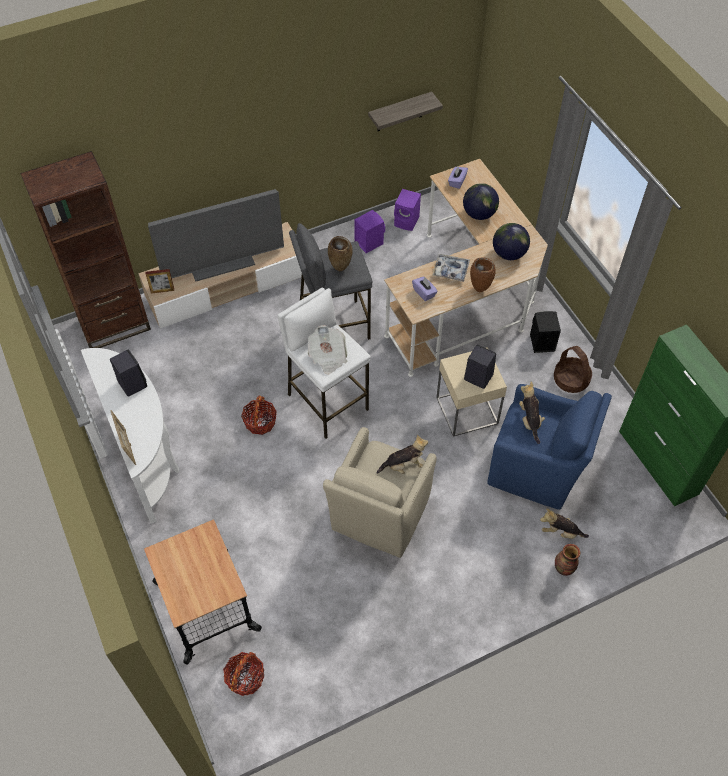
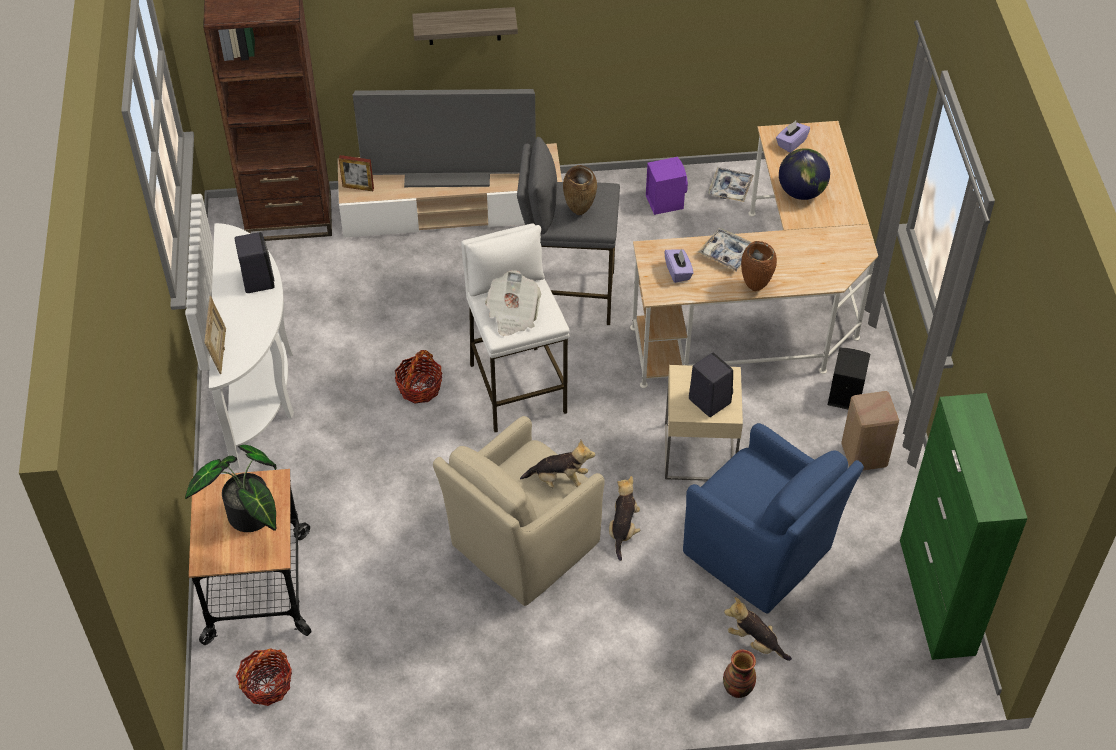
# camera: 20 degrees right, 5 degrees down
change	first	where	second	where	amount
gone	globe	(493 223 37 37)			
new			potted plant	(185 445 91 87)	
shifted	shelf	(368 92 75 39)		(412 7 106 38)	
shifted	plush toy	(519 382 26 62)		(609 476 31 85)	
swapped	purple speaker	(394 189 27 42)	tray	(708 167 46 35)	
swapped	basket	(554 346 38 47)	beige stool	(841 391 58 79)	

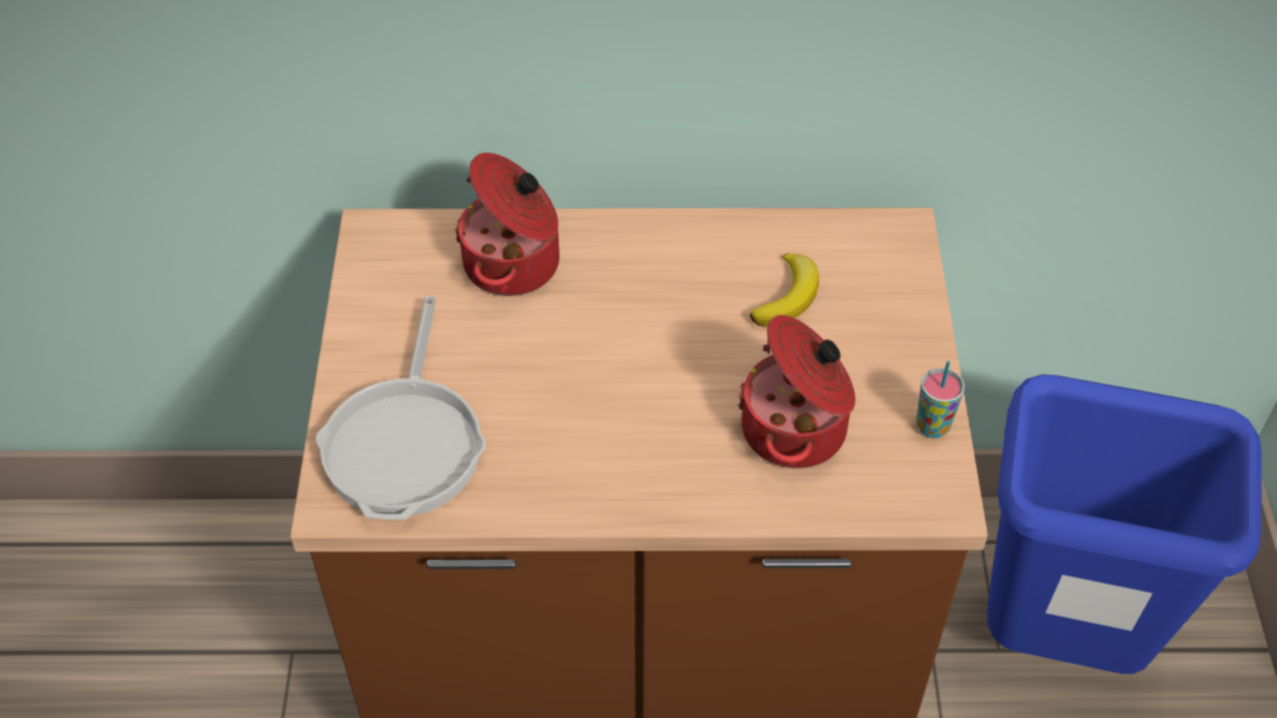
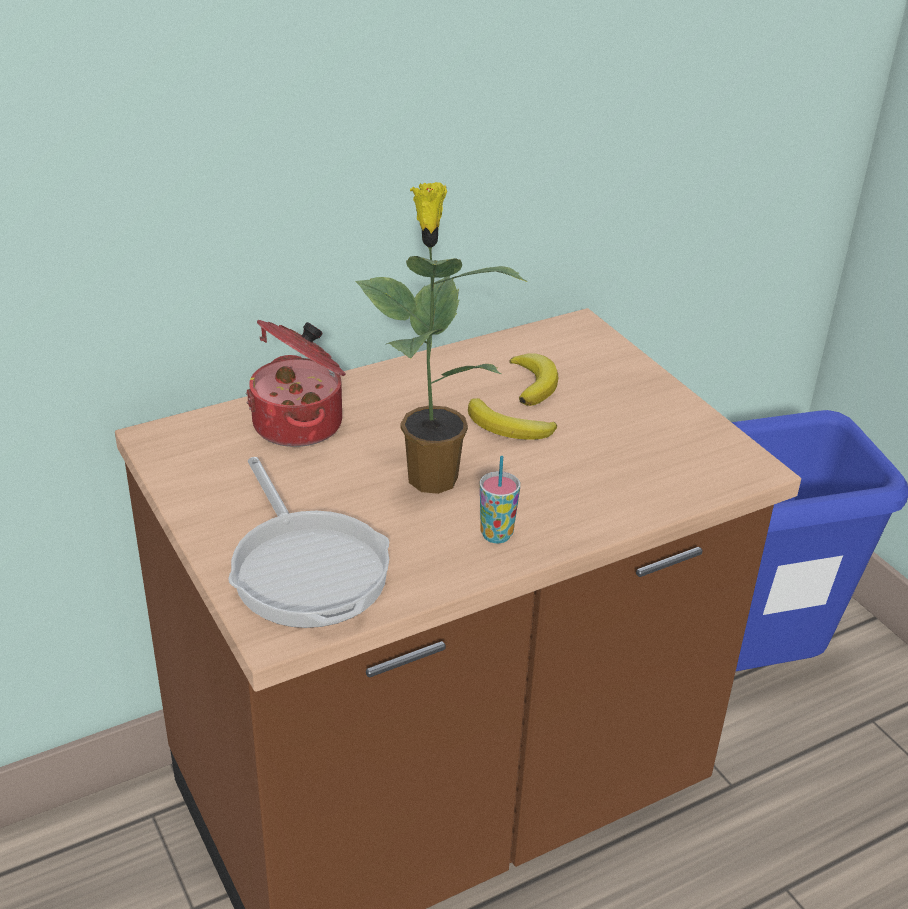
# camera: 30 degrees left, 15 degrees down
change	first	where	second	where	amount
gone	cooking pot	(738 315 117 153)			
new			potted plant	(355 182 173 312)	
new			banana	(468 398 89 42)	
shifted	cup	(916 361 49 77)		(480 456 40 87)	

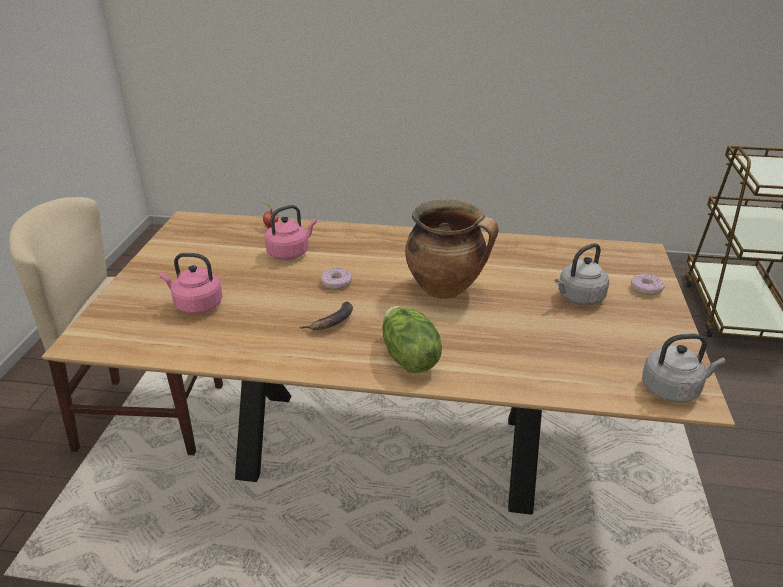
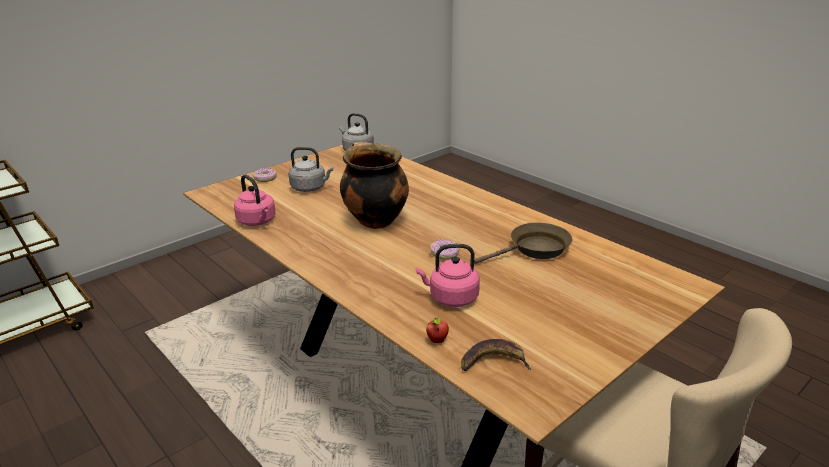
# camera: 140 degrees left, 5 degrees down
change	first	where	second	where	amount
gone	lettuce	(382 306 60 67)			
new			brown frying pan	(474 223 99 41)	
shifted	pink kettle	(159 253 64 61)		(234 175 42 51)	
shifted	banana	(299 302 54 28)		(461 339 71 32)	

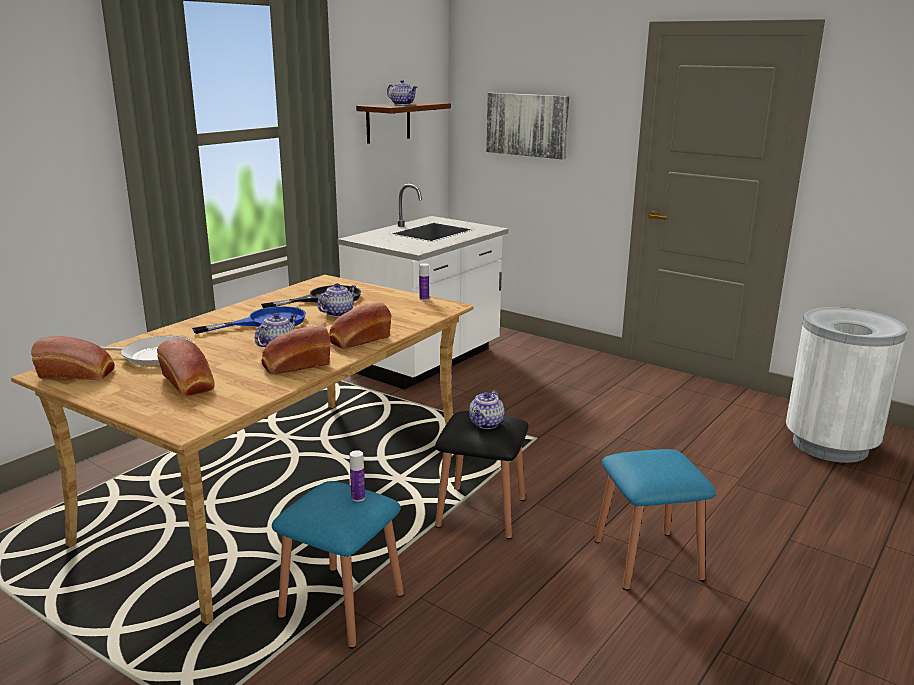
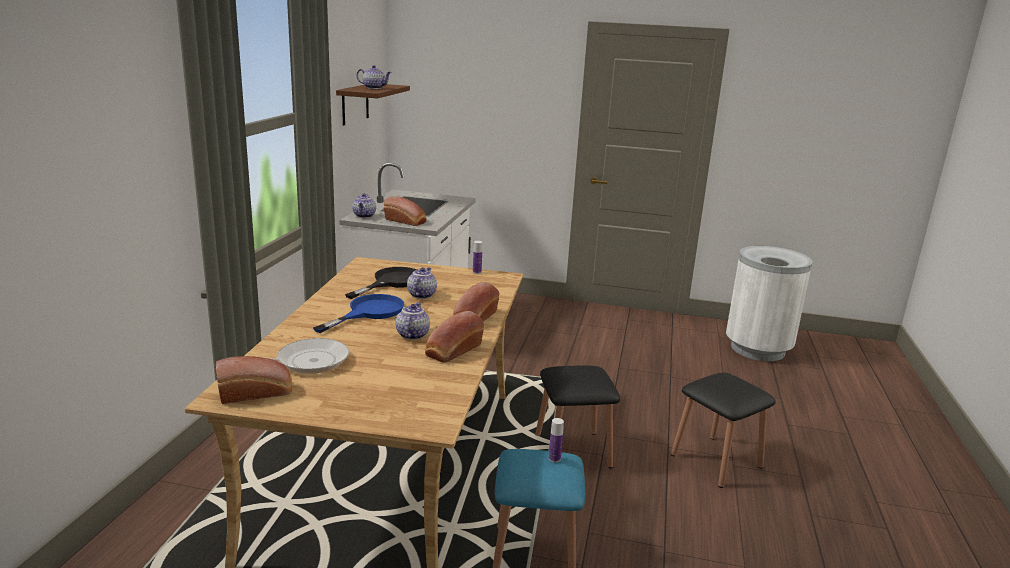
# camera: 25 degrees left, 0 degrees up
change	first	where	second	where	amount
gone	picture	(486 93 83 66)			
shifted	bread	(157 338 58 58)		(384 196 43 30)	
shifted	teapot	(469 390 35 39)		(352 193 24 25)	
repainted	blue stool	(595 449 121 142)	black stool	(671 372 105 116)	

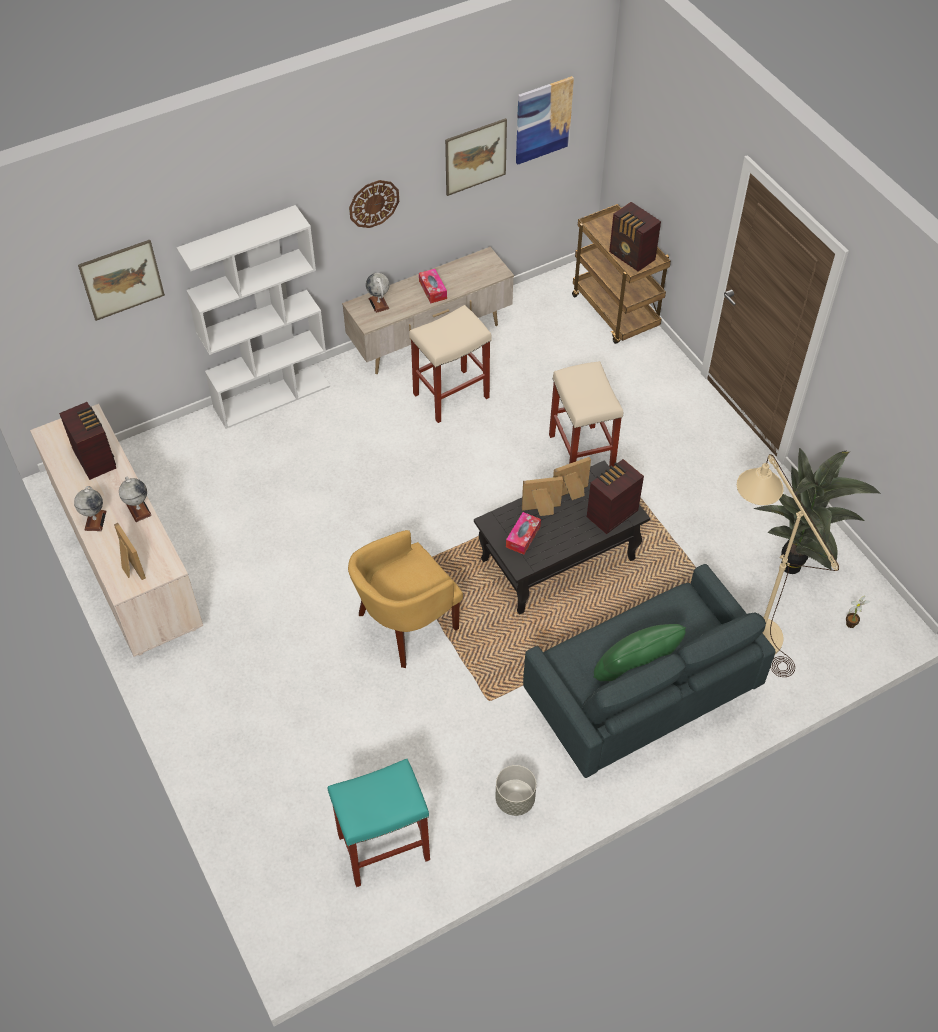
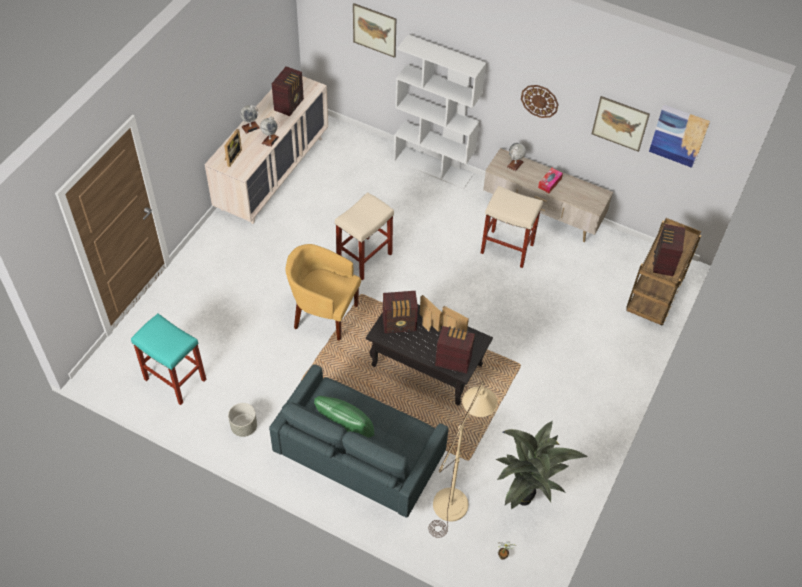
# camera: 55 degrees right, 0 degrees up
change	first	where	second	where	amount
shifted	beige stool	(549 361 74 106)		(335 192 59 88)	
swapped	tissue box	(506 512 35 43)	radio	(383 291 35 42)	

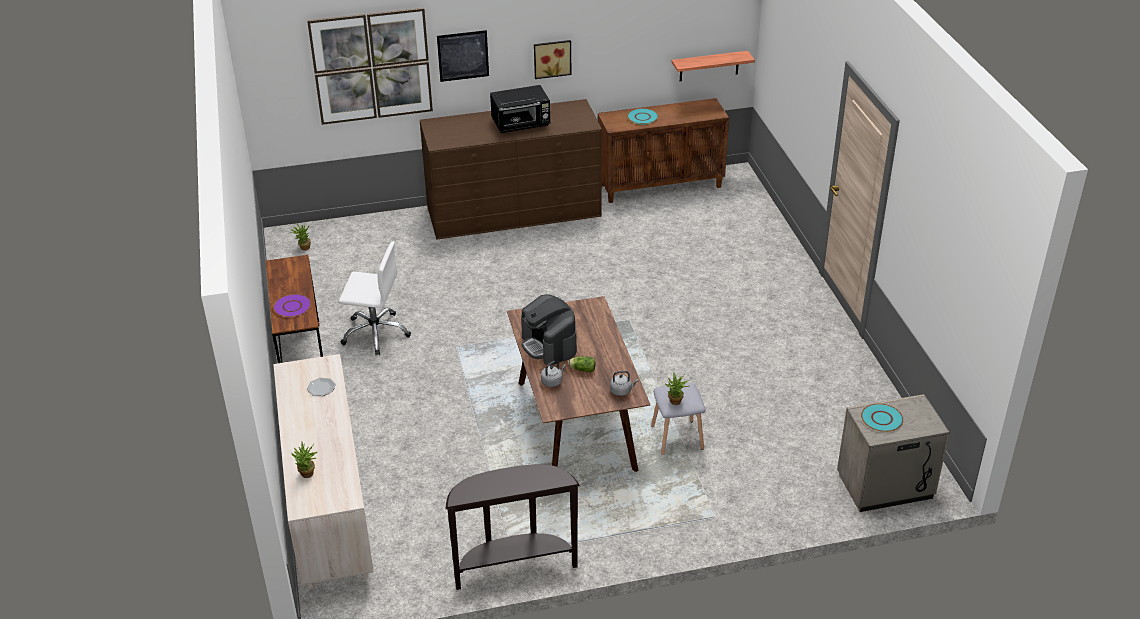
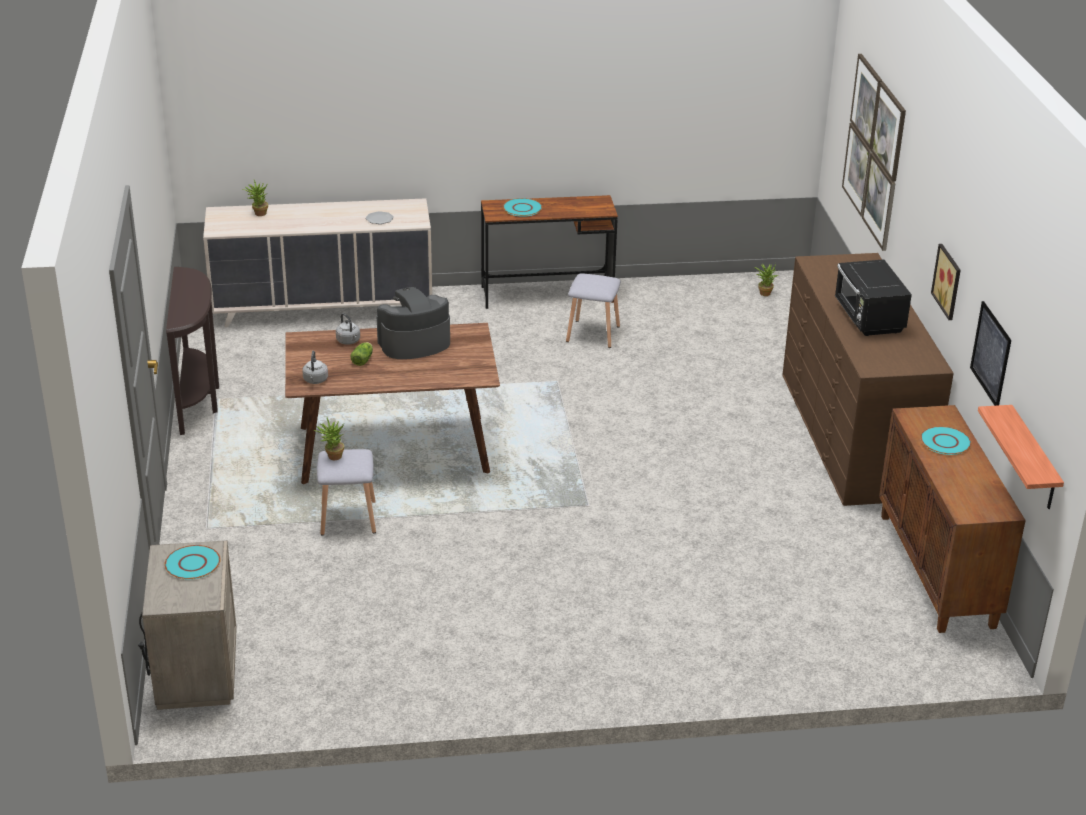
# camera: 95 degrees right, 5 degrees down
change	first	where	second	where	amount
shifted	picture	(437 30 52 52)		(970 301 41 105)	
swapped	white office chair	(339 241 72 115)	grey stool	(566 273 55 75)	
repainted	purple plate	(273 294 38 23)	turquoise plate	(503 198 39 19)	

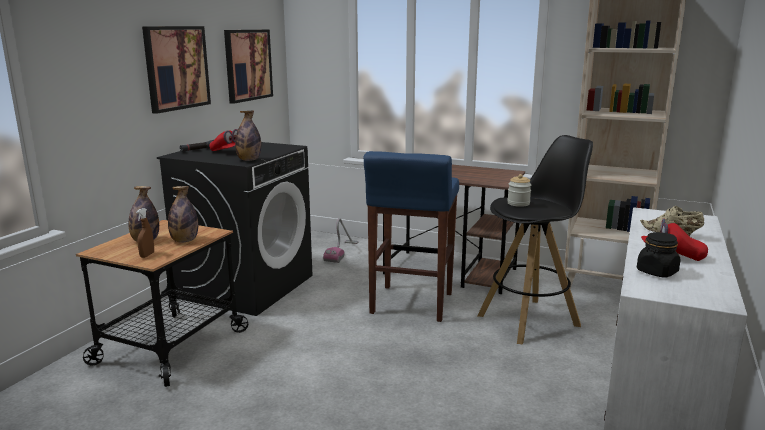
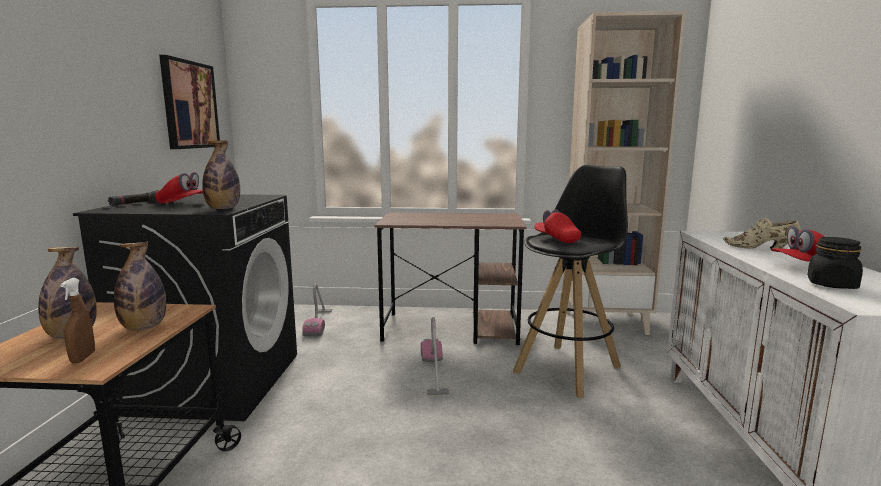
# camera: 20 degrees left, 5 degrees down
change	first	where	second	where	amount
gone	picture	(142 26 69 88)			
swapped	blue stool	(364 151 95 171)	vacuum cleaner	(421 317 28 79)	
swapped	jar	(507 174 24 33)	red cap	(534 209 47 34)	

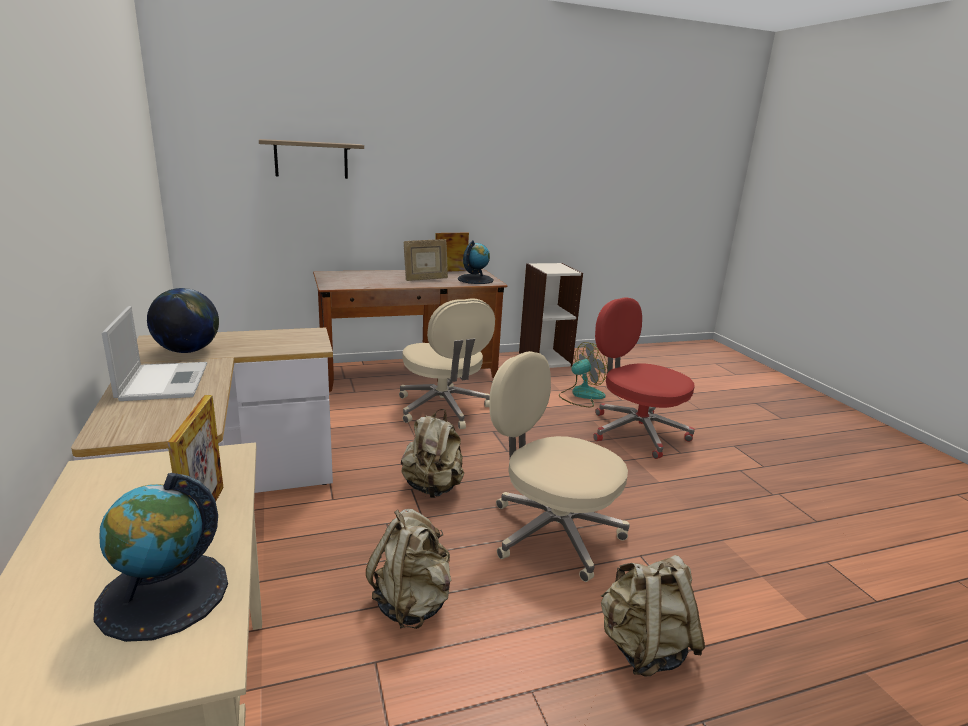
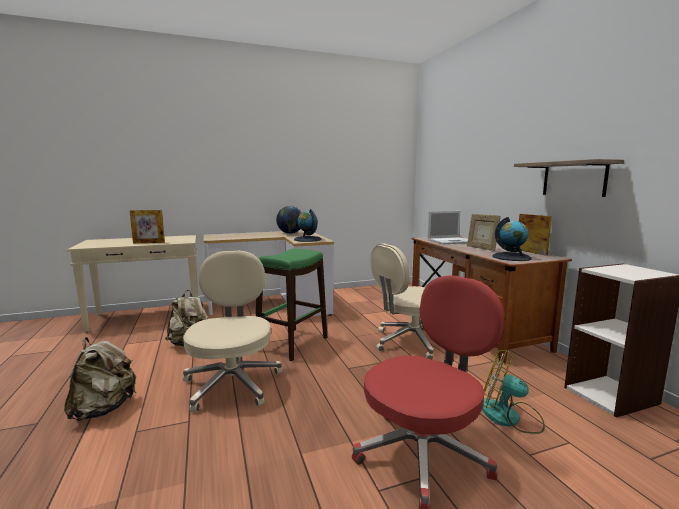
# camera: 90 degrees right, 10 degrees down
change	first	where	second	where	amount
shifted	globe	(93 473 135 169)		(294 209 28 33)	
shifted	laptop	(102 306 105 95)		(428 211 40 34)	
shifted	shelf	(259 139 105 40)		(514 159 110 38)	
swapped	beige backpack	(401 409 63 89)	green stool	(256 249 71 112)	
rotated	beige office chair	(490 351 140 231)		(183 251 99 161)	45 degrees counterclockwise
rotated	fan	(559 342 49 65)		(482 350 63 84)	150 degrees clockwise

